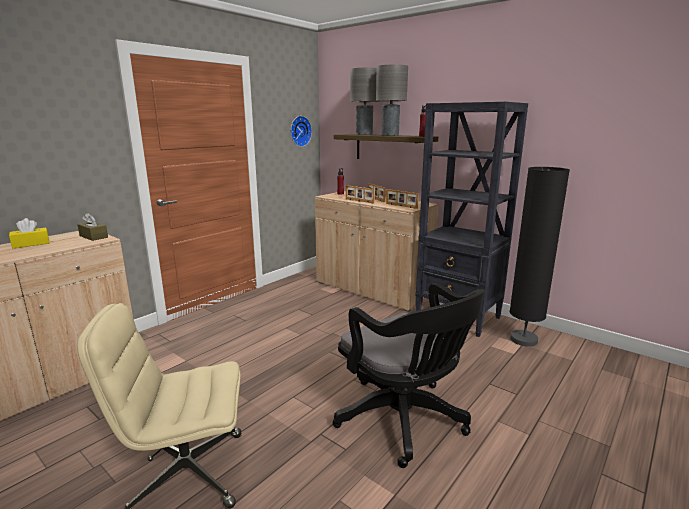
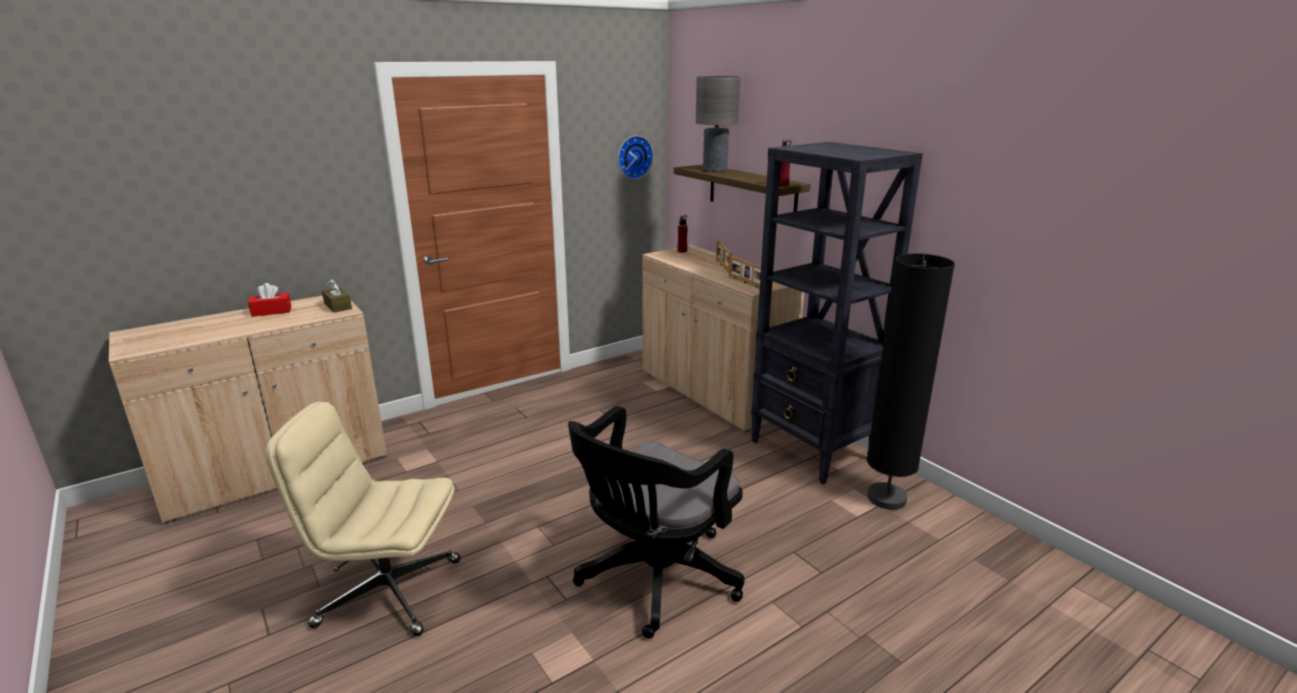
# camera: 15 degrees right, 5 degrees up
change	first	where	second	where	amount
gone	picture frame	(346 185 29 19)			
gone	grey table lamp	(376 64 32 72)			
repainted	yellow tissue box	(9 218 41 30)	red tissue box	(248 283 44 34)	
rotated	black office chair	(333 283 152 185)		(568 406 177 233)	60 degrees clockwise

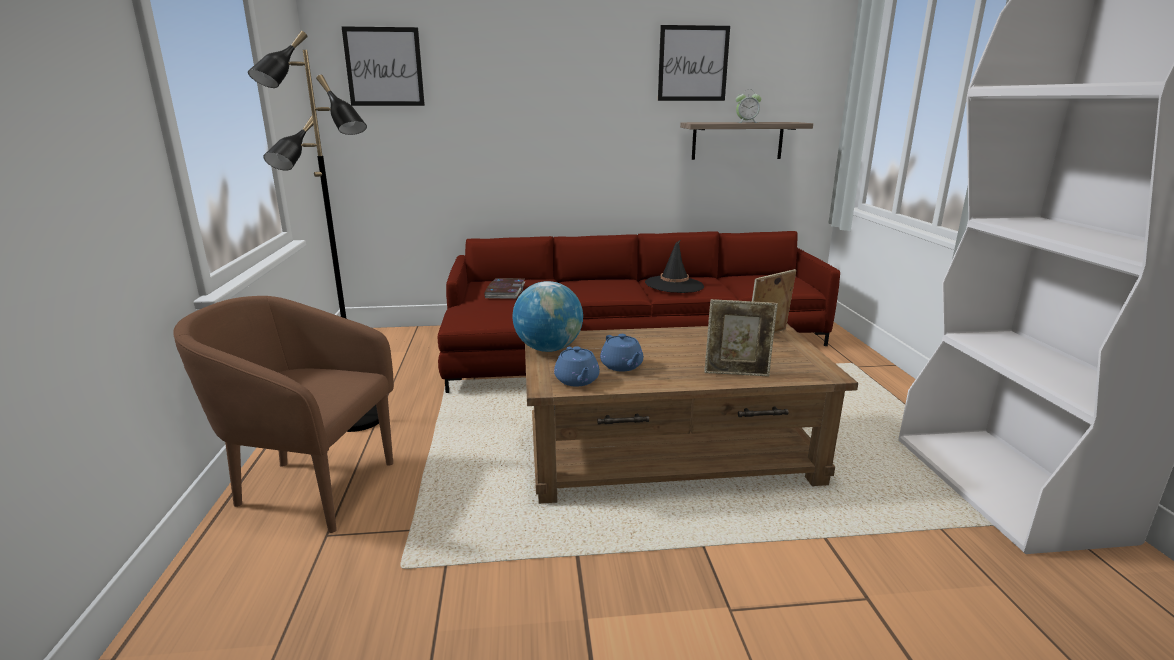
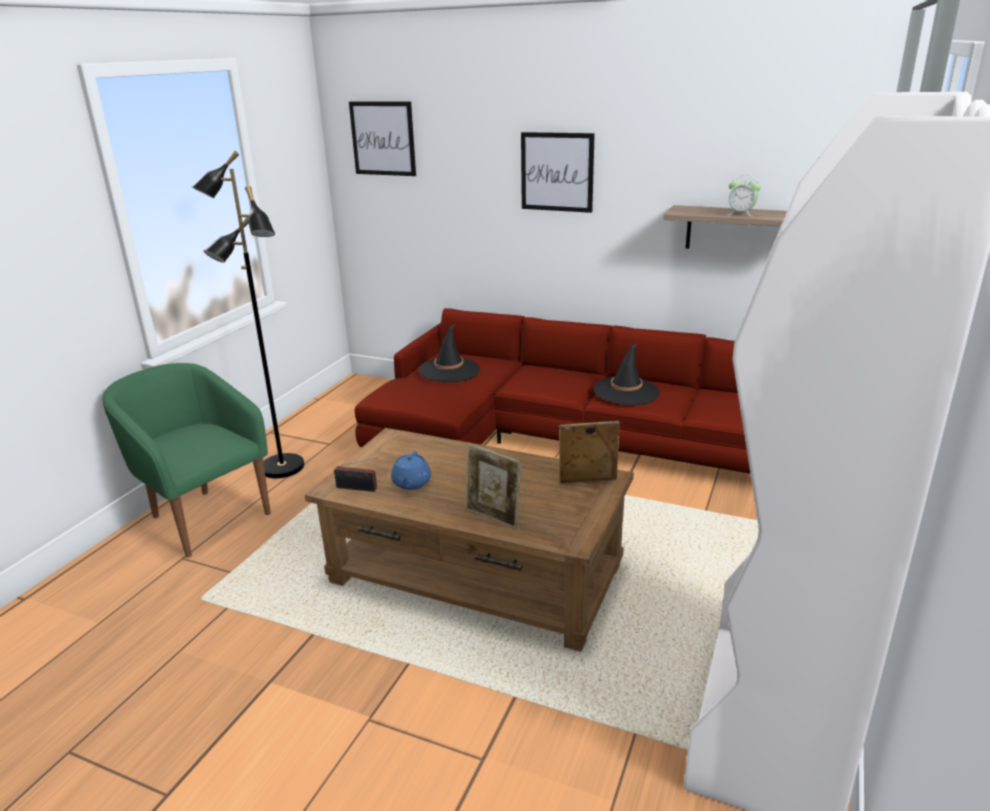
# camera: 30 degrees right, 5 degrees up
change	first	where	second	where	amount
gone	globe	(513 281 70 71)			
shifted	picture	(658 25 72 76)		(521 132 74 81)	
swapped	book	(485 278 40 21)	black hat	(418 325 62 57)	
swapped	blue teapot	(554 346 46 41)	radio	(334 457 44 35)	
repainted	brown armchair	(173 296 221 237)	green armchair	(102 363 169 194)	

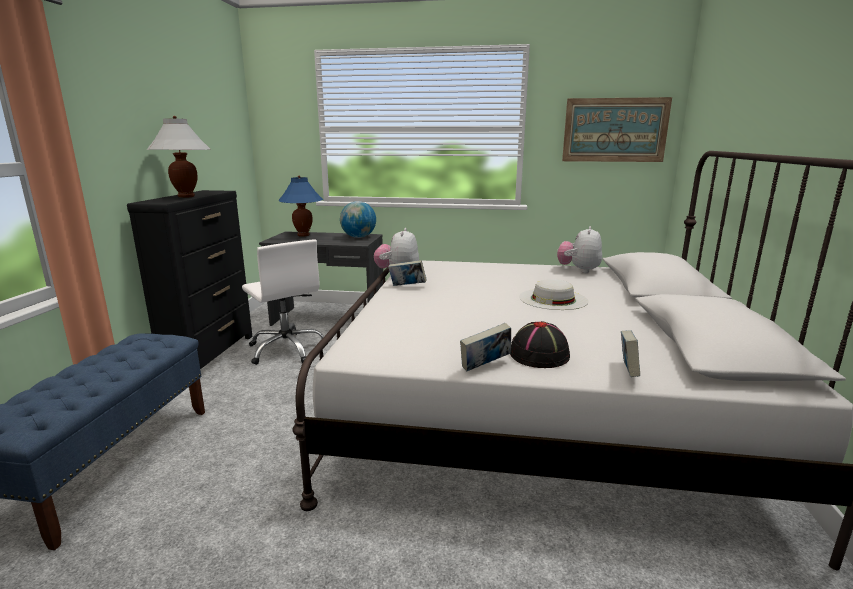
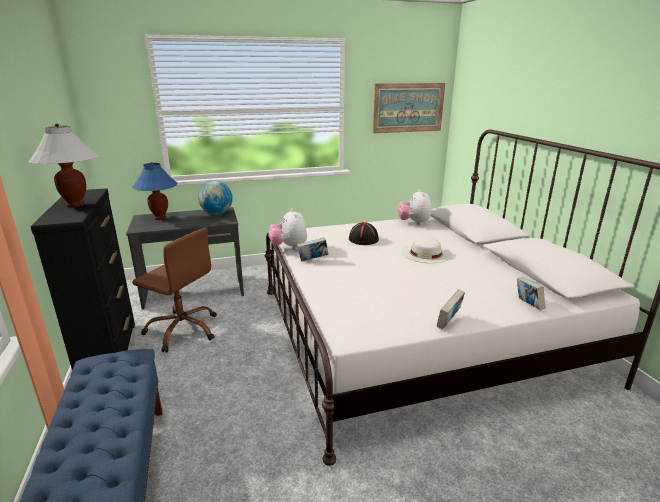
# camera: 25 degrees left, 5 degrees up
change	first	where	second	where	amount
shifted	black hat	(510 321 60 47)		(349 222 30 23)	
repainted	white office chair	(242 239 82 126)	brown office chair	(132 228 85 124)	

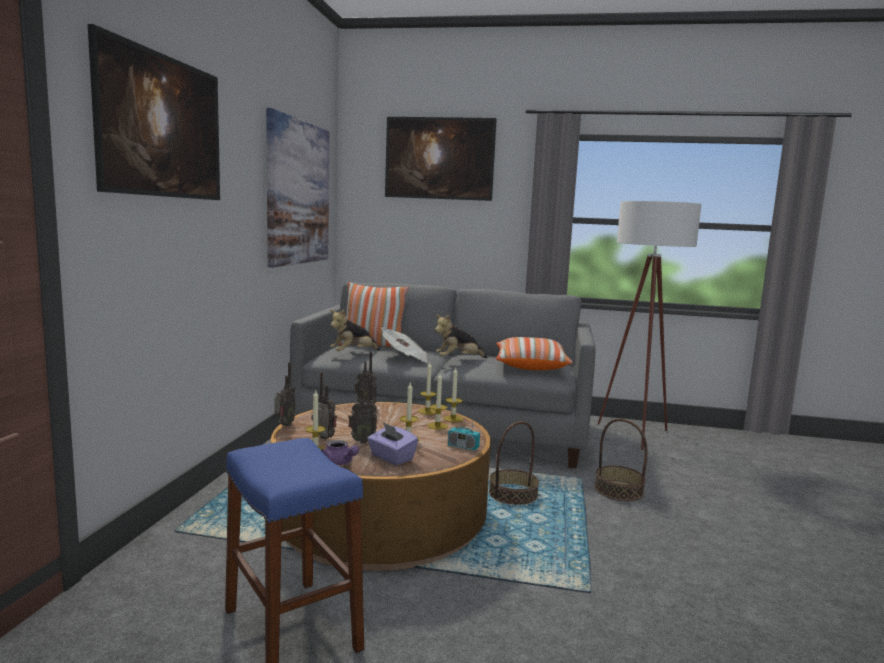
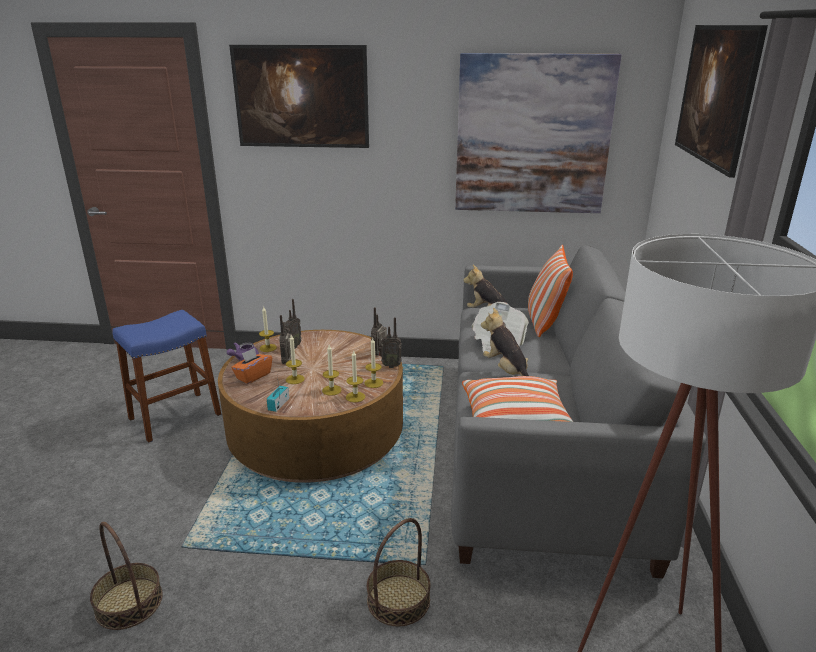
# camera: 85 degrees right, 15 degrees up
change	first	where	second	where	amount
shifted	radio	(274 362 21 64)		(379 317 23 51)	
shifted	basket	(489 421 50 84)		(90 522 73 108)	
repainted	purple tissue box	(367 422 51 43)	orange tissue box	(231 348 41 36)	

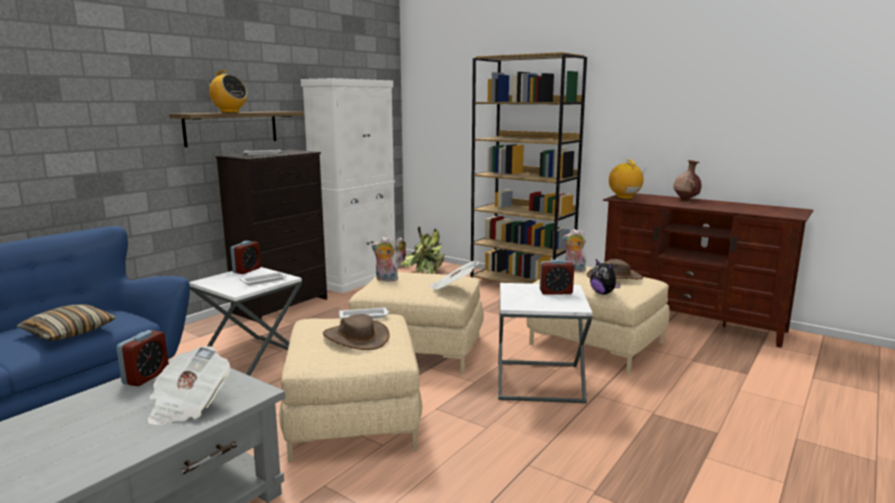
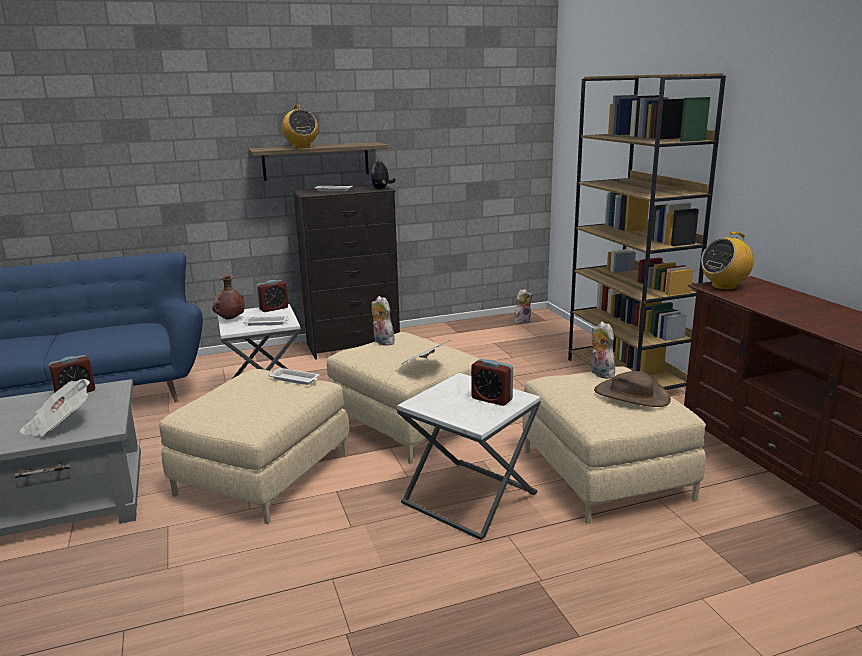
# camera: 35 degrees right, 5 degrees up
change	first	where	second	where	amount
gone	pillow	(16 304 100 37)			
gone	white cabinet	(301 78 95 215)			
gone	brown hat	(323 314 67 36)			
gone	potted plant	(401 226 44 48)			
shifted	plush toy	(590 259 31 35)		(370 159 25 30)	
shifted	brown vase	(673 160 28 40)		(212 275 33 45)	
rotated	radio	(609 160 35 39)		(701 232 53 58)	135 degrees counterclockwise

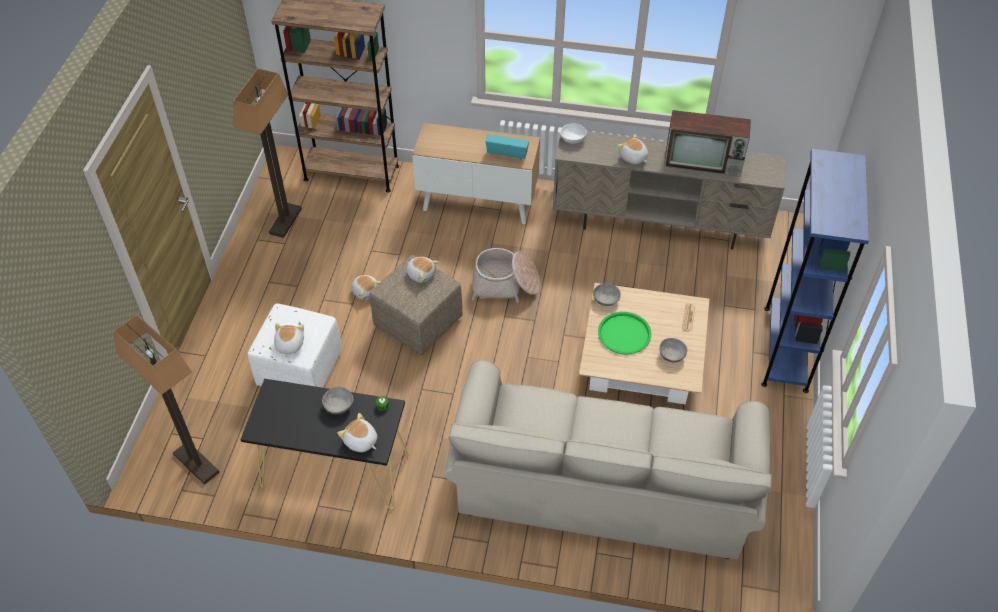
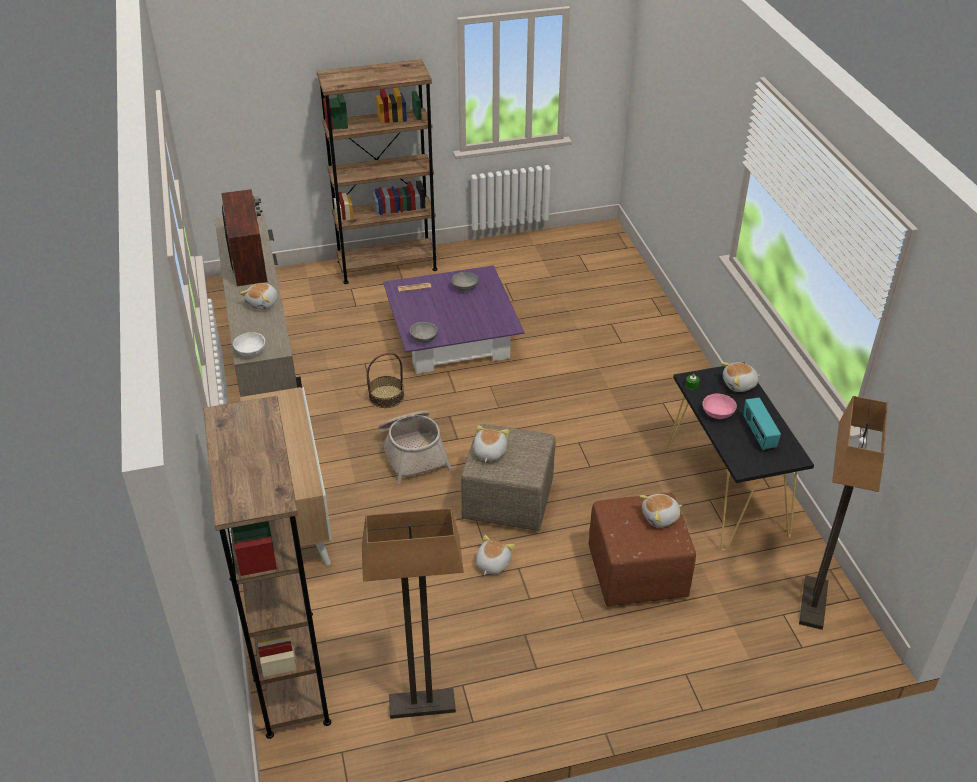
# camera: 115 degrees left, 10 degrees down
change	first	where	second	where	amount
gone	beige sofa	(444 360 328 200)			
gone	green tray	(598 312 54 43)			
new			basket	(367 353 37 55)	
shifted	radio	(486 134 43 25)		(743 398 38 52)	
repainted	white ottoman	(247 304 95 84)	brown ottoman	(588 493 108 114)	
repainted	grey bowl	(322 387 31 27)	pink bowl	(702 394 35 25)	
repainted	beige coffee table	(579 283 130 122)	purple coffee table	(383 265 141 109)	
repainted	blue bookcase	(761 149 108 244)	brown bookcase	(317 59 121 225)	
rotated	plush toy	(337 413 40 39)		(721 362 39 30)	60 degrees clockwise

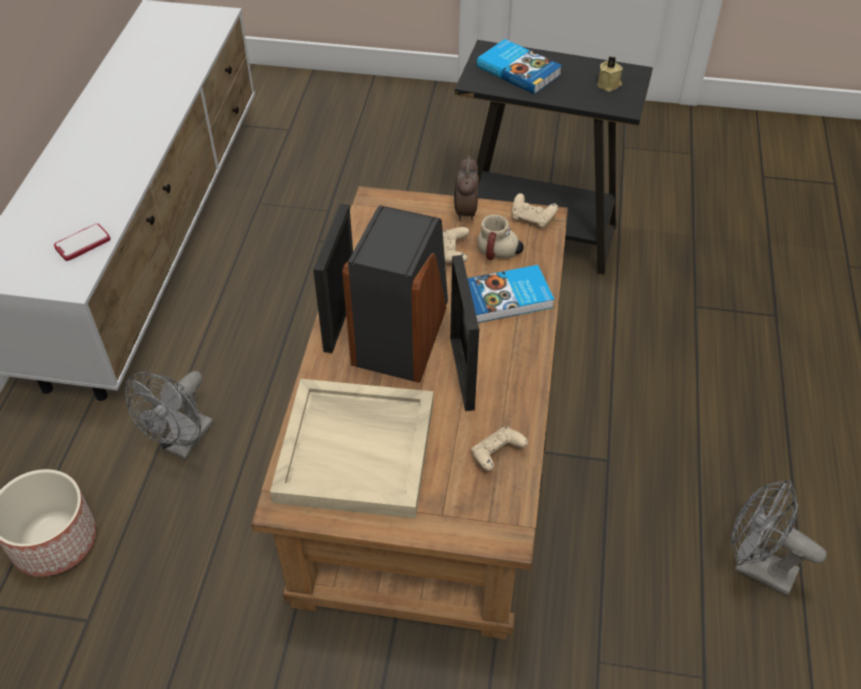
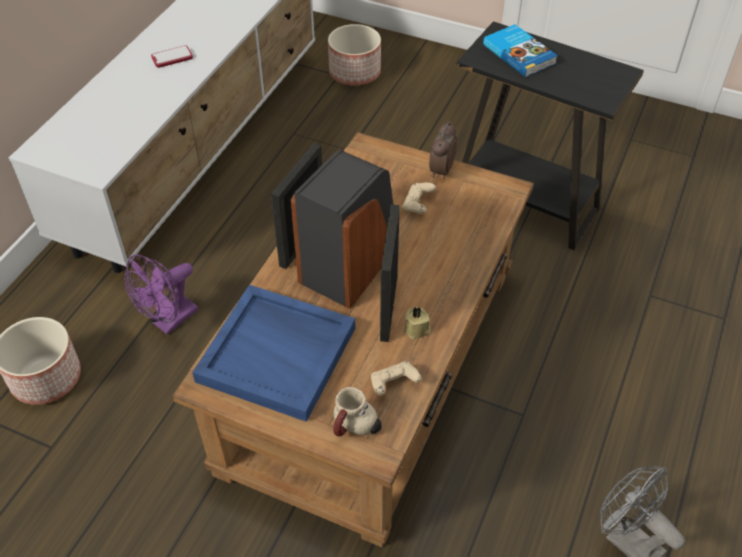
# camera: 15 degrees right, 0 degrees up
change	first	where	second	where	amount
gone	book	(468 265 86 58)			
gone	beige game controller	(512 193 46 35)			
new			planter	(328 24 53 62)	
shifted	phone	(54 224 56 37)		(151 46 42 22)	
shifted	mug	(477 215 47 45)		(333 387 49 50)	
shifted	beige candle	(597 57 26 35)		(403 307 28 33)	
repainted	grey fan	(125 371 89 88)	purple fan	(125 255 74 80)	
repainted	beige tray	(270 379 163 139)	blue tray	(192 285 163 137)	

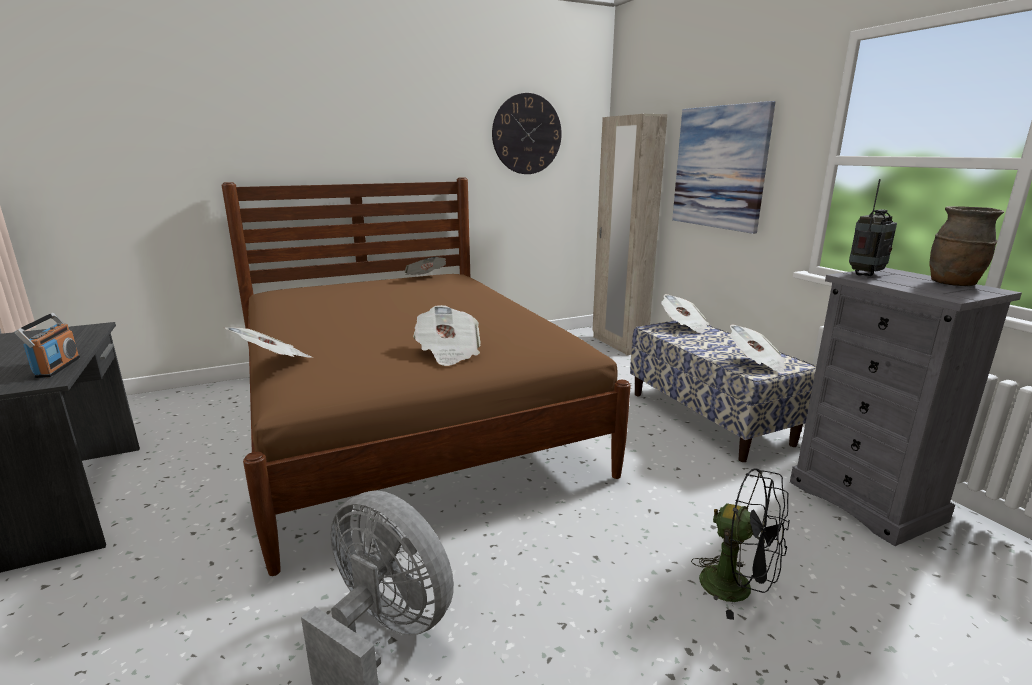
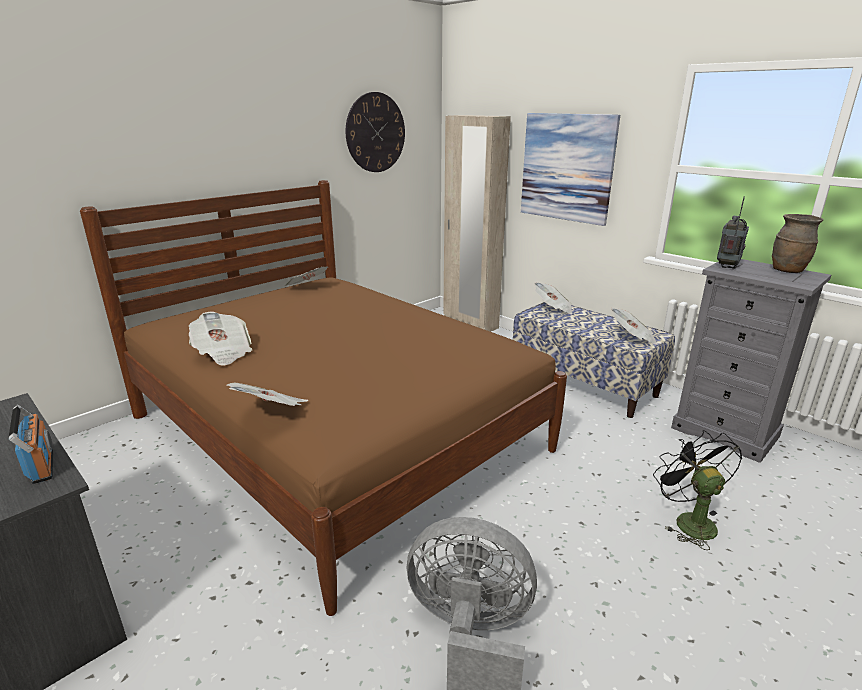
# camera: 20 degrees left, 5 degrees up
change	first	where	second	where	amount
shifted	newspaper	(413 305 67 61)		(189 311 63 55)	
rotated	black fan	(691 469 99 151)		(653 430 89 120)	120 degrees counterclockwise

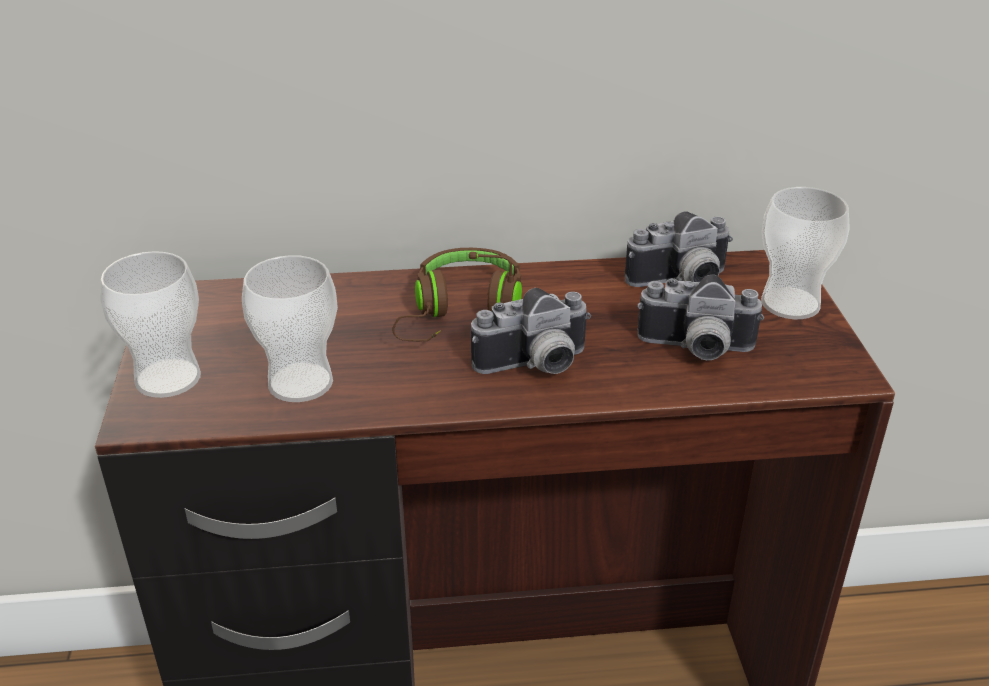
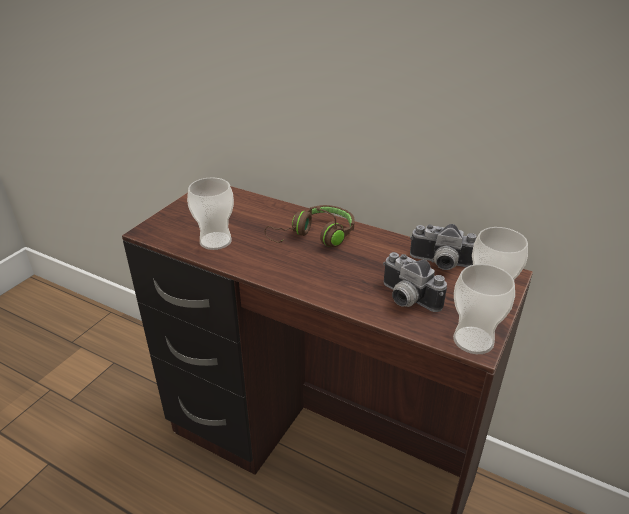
# camera: 35 degrees right, 0 degrees up
change	first	where	second	where	amount
gone	photo camera	(471 288 120 86)			
shifted	cup	(100 251 101 147)		(453 264 62 90)	

